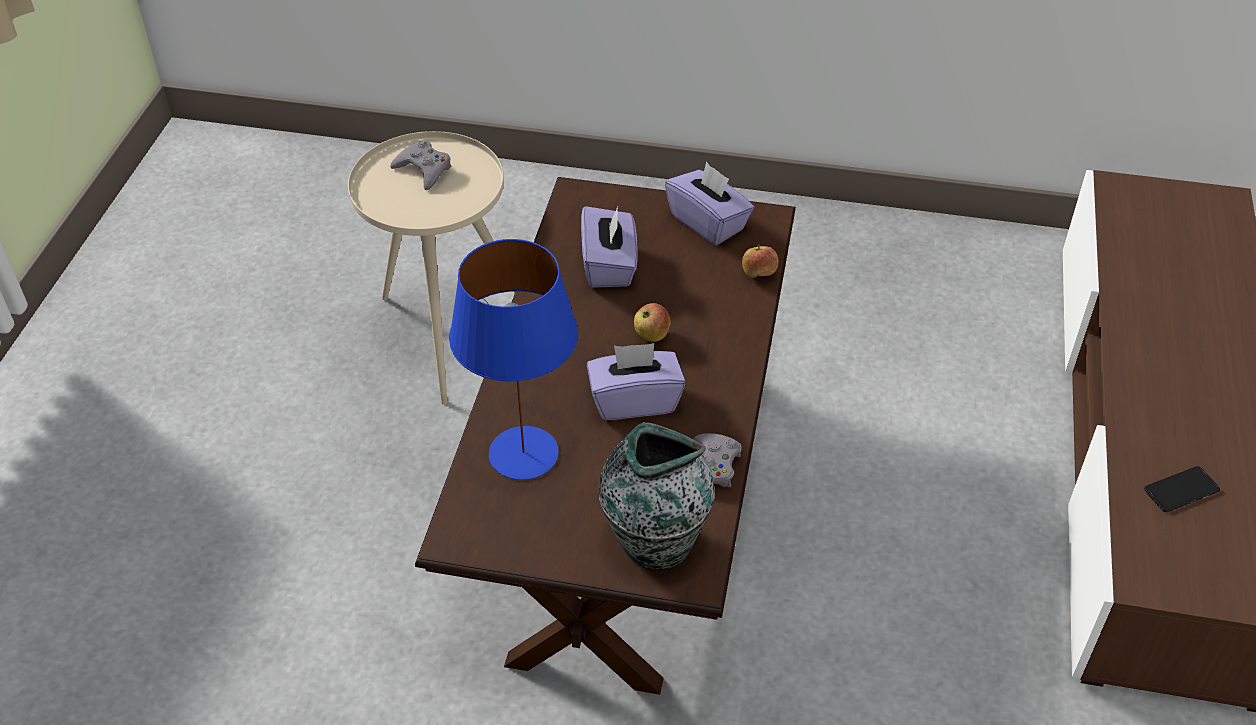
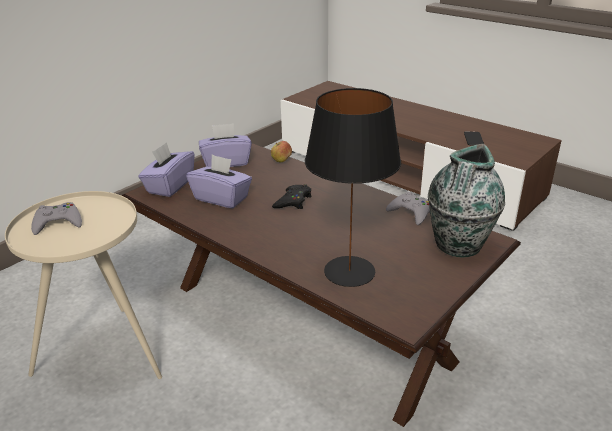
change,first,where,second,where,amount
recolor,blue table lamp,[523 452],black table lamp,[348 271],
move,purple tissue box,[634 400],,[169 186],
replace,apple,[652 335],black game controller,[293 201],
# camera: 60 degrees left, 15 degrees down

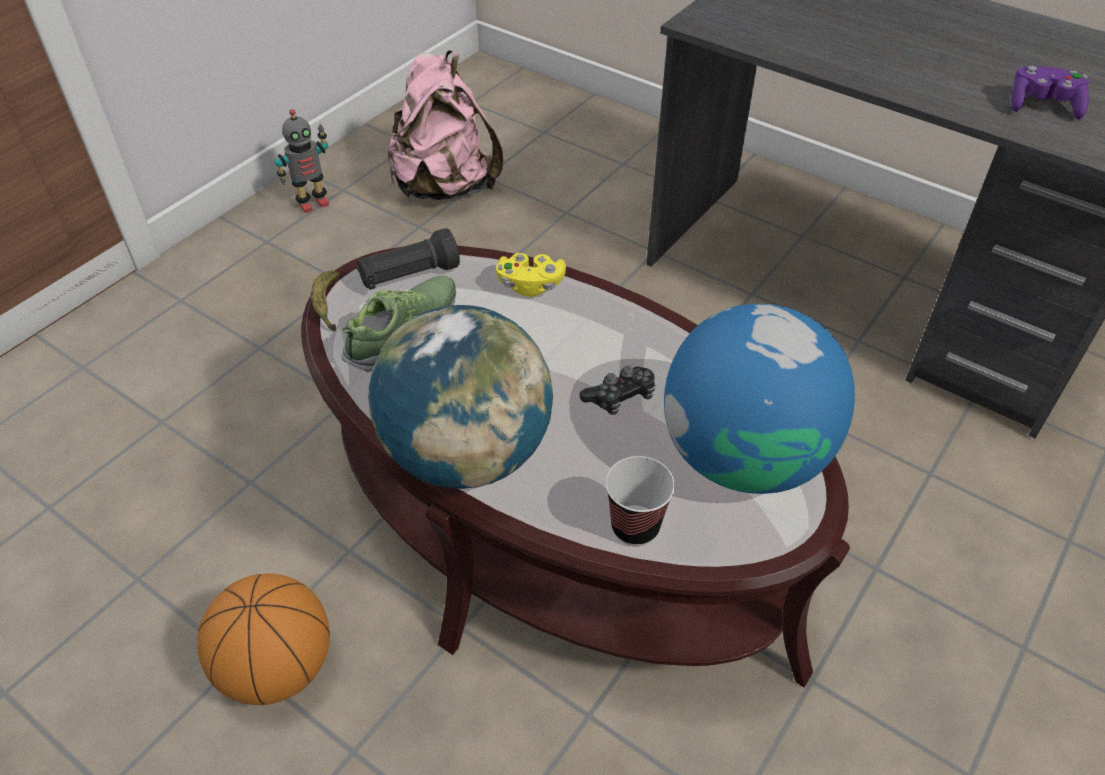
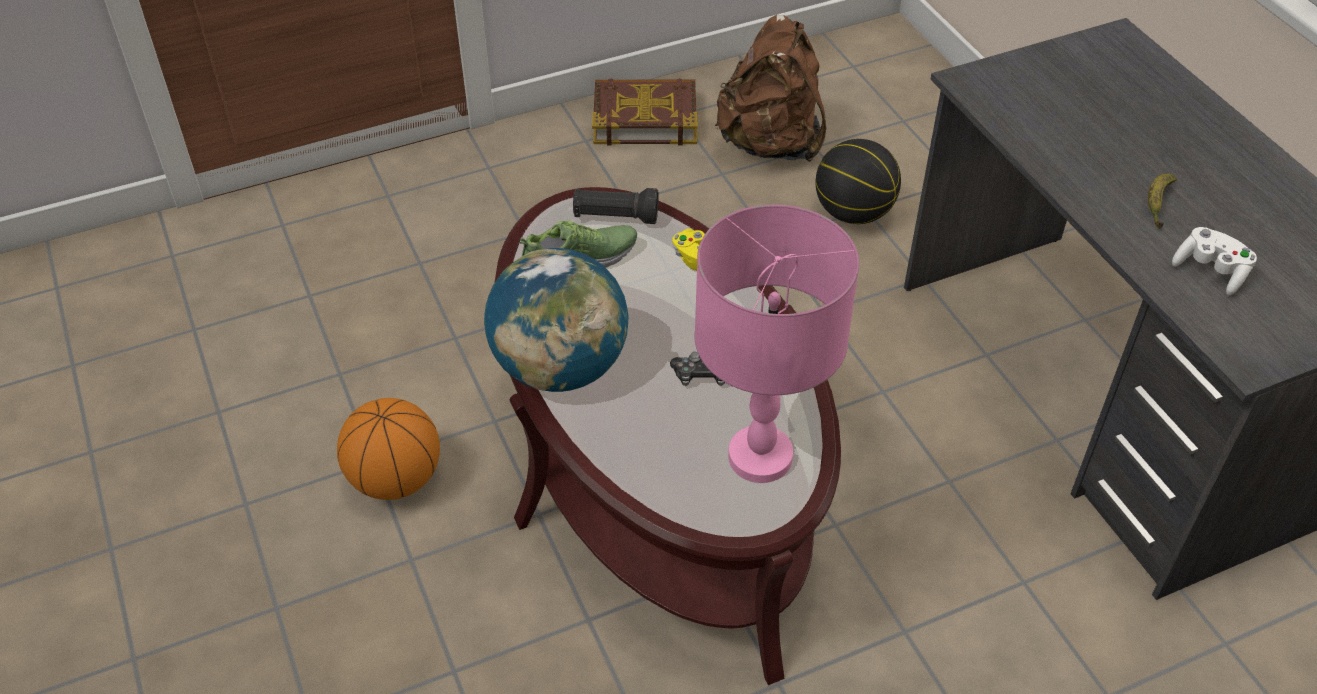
change,first,where,second,where,amount
replace,toy robot,[313 203],book,[645 118],
move,banana,[327 305],,[1157 204],
recolor,pink backpack,[445 186],brown backpack,[771 143],
delete,cup,[635 527],,,
replace,globe,[744 456],pink table lamp,[760 458],
recolor,purple game controller,[1042 106],white game controller,[1210 271],
insert,,,basketball,[853 212],
# camera: 30 degrees right, 0 degrees up

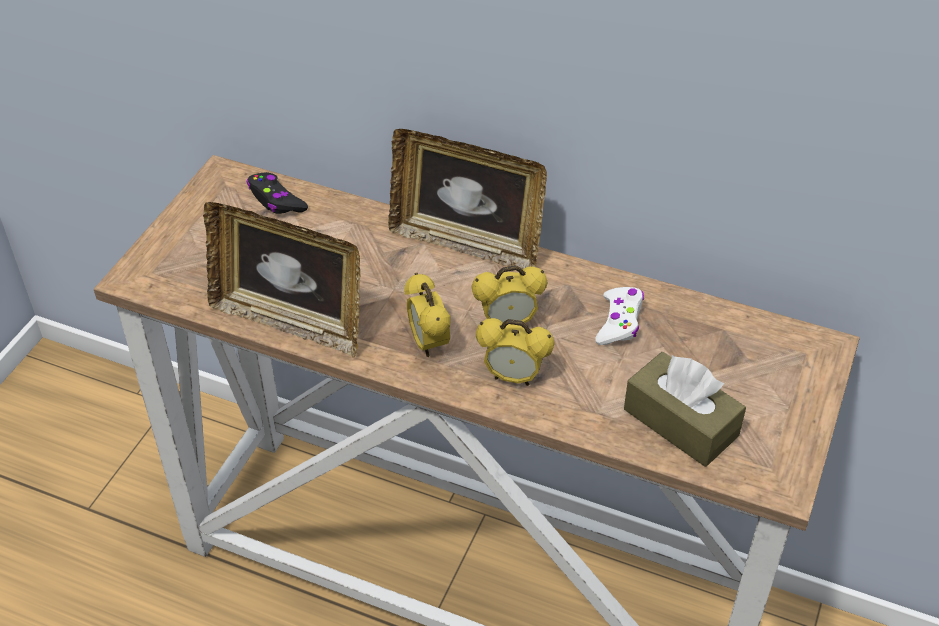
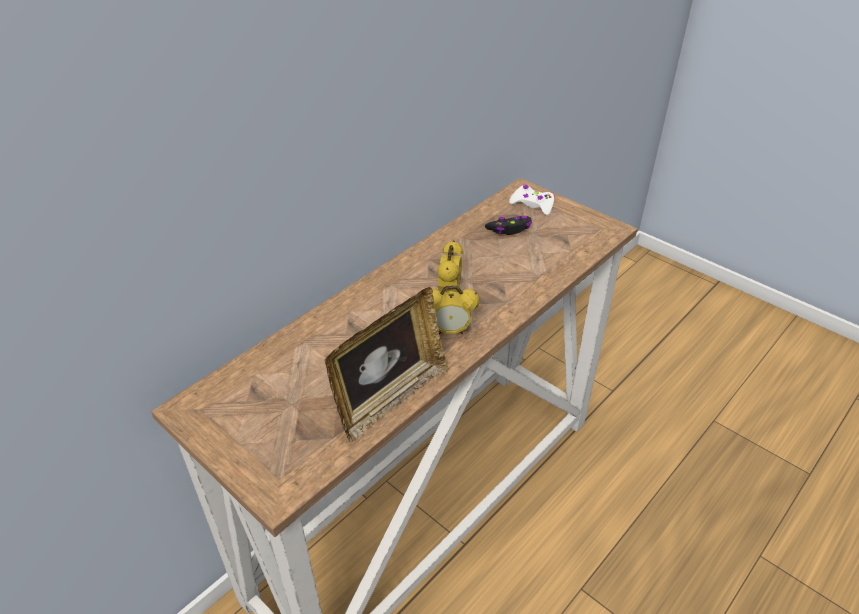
change,first,where,second,where,amount
move,black game controller,[276 200],,[509 229],
delete,picture frame,[466 243],,,
delete,alarm clock,[513 377],,,
move,white game controller,[619 322],,[532 205],
delete,brown tissue box,[680 422],,,
# camera: 70 degrees left, 5 degrees down

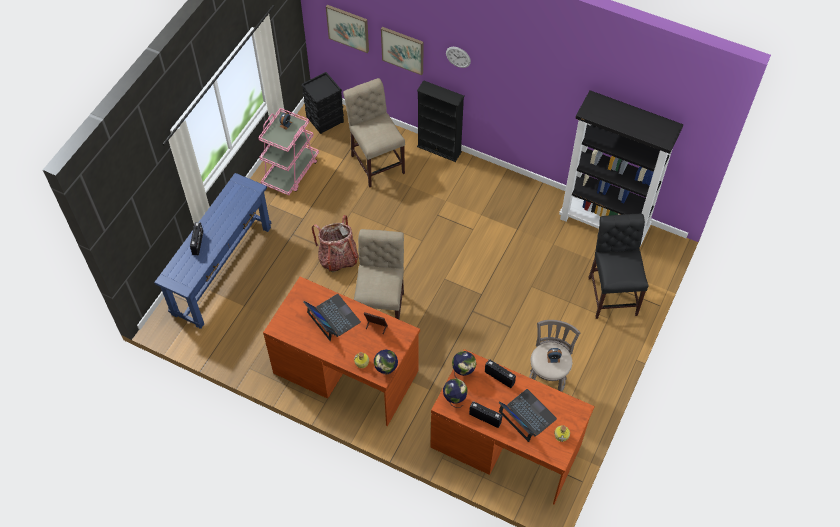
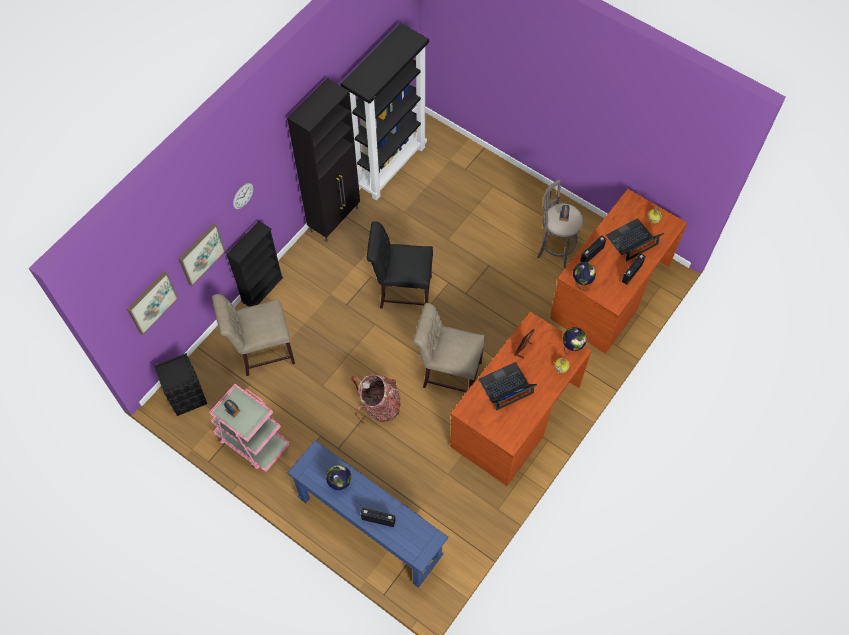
change,first,where,second,where,amount
move,globe,[454 399],,[340 483],
move,black chair,[612 293],,[402 291],
insert,,,black cabinet,[335 219],
# camera: 80 degrees left, 5 degrees up

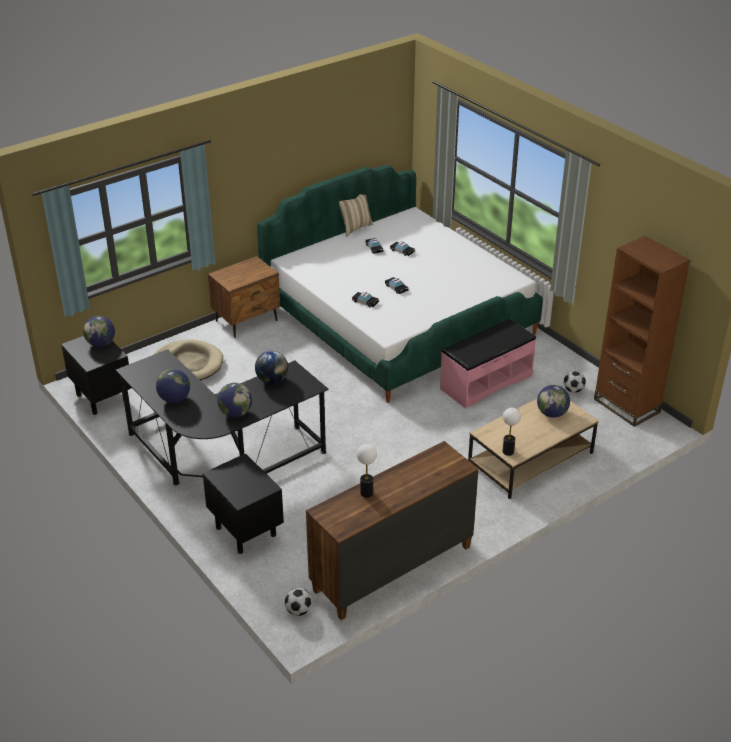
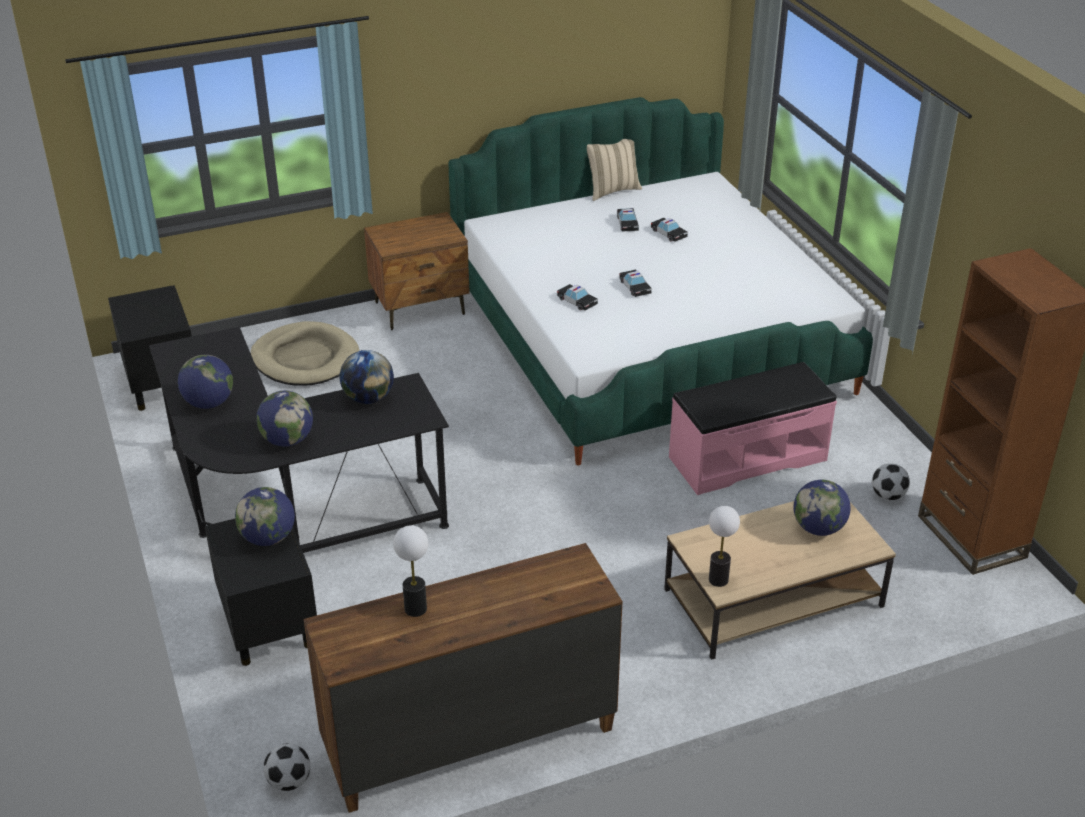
change,first,where,second,where,amount
move,globe,[101 344],,[268 538],
# camera: 15 degrees right, 0 degrees up

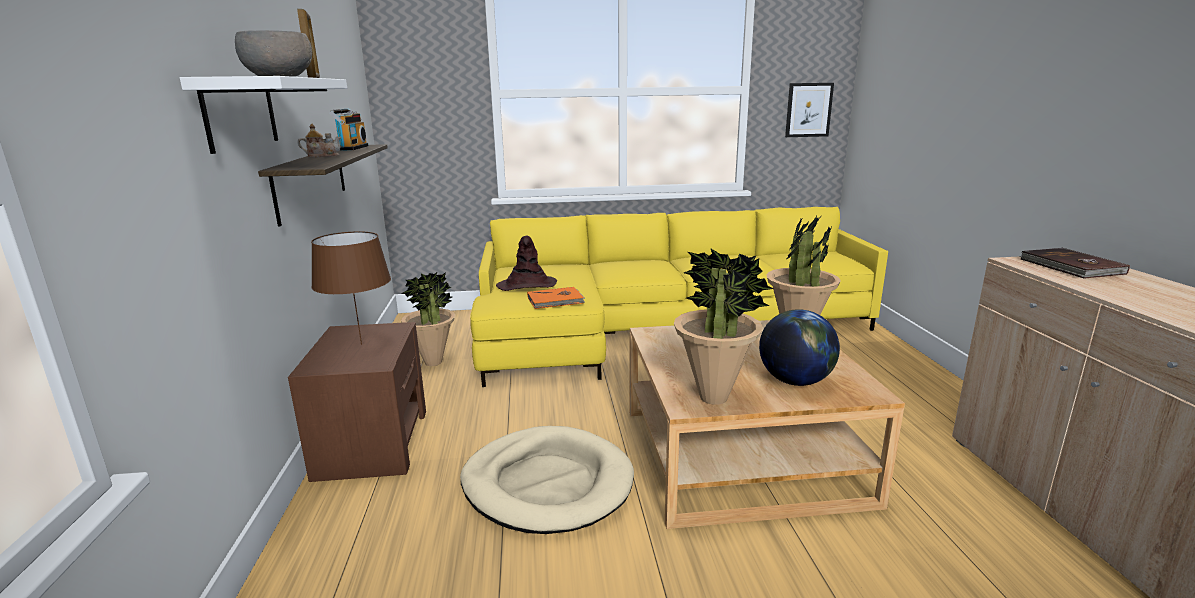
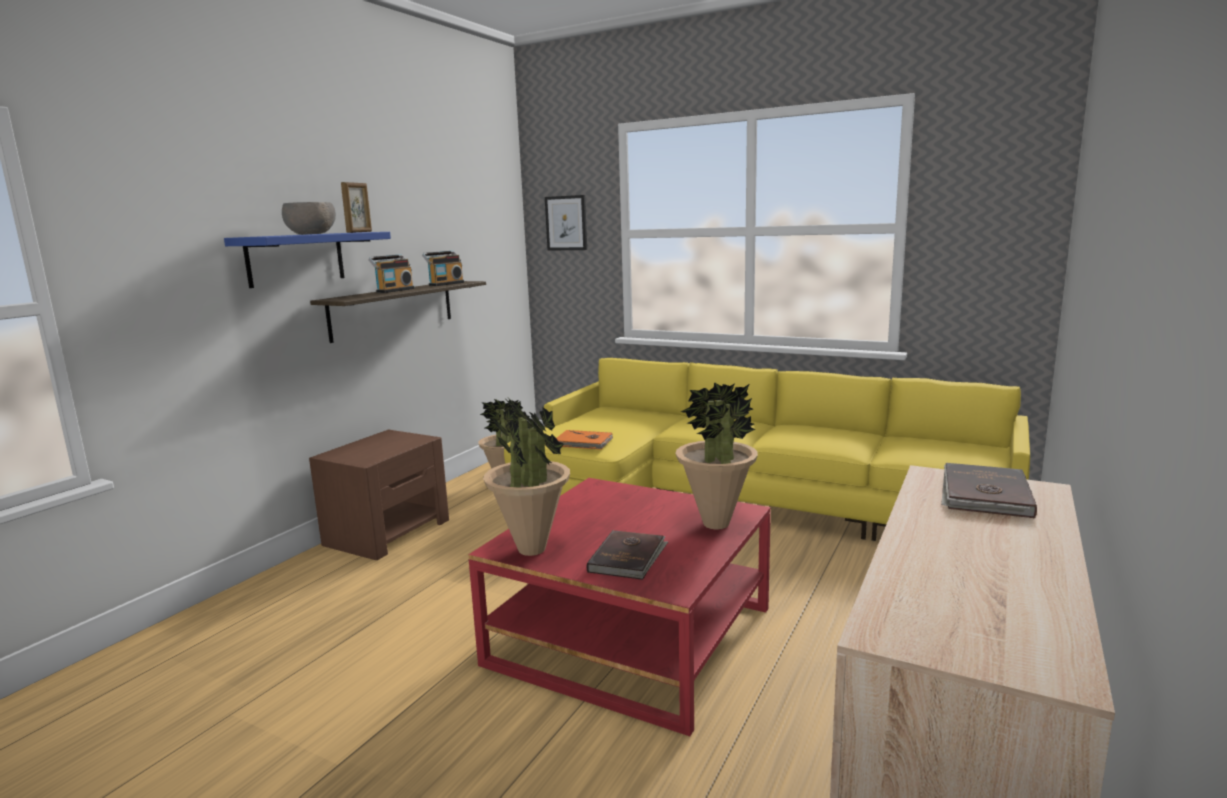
change,first,where,second,where,amount
recolor,white shelf,[240 113],blue shelf,[296 259],
replace,teapot,[322 156],radio,[394 290],
delete,brown table lamp,[361 344],,,
delete,beige dog bed,[547 484],,,
delete,brown hat,[527 285],,,
recolor,beige coffee table,[741 454],red coffee table,[631 635],
replace,globe,[795 381],brown book,[628 558],
move,picture,[808 110],,[566 223],
# camera: 35 degrees right, 5 degrees down

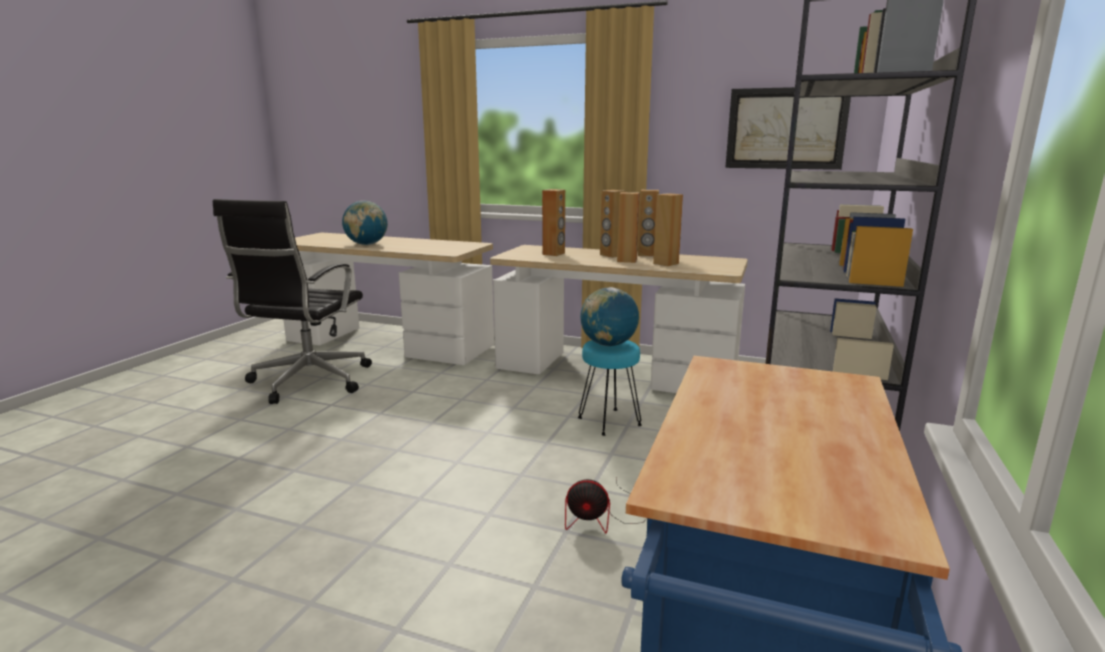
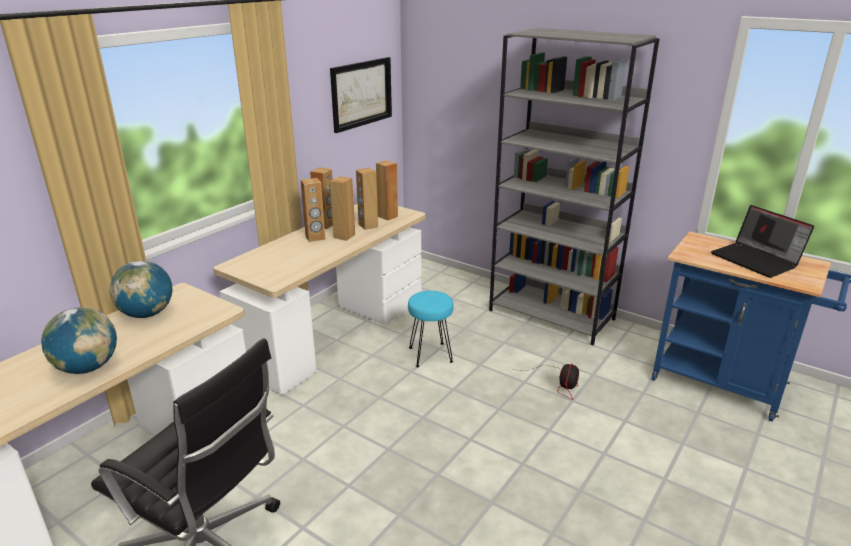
change,first,where,second,where,amount
move,brown speaker,[554 254],,[388 216],
move,globe,[608 345],,[147 314],
insert,,,laptop,[756 260],
# camera: 75 degrees left, 10 degrees up

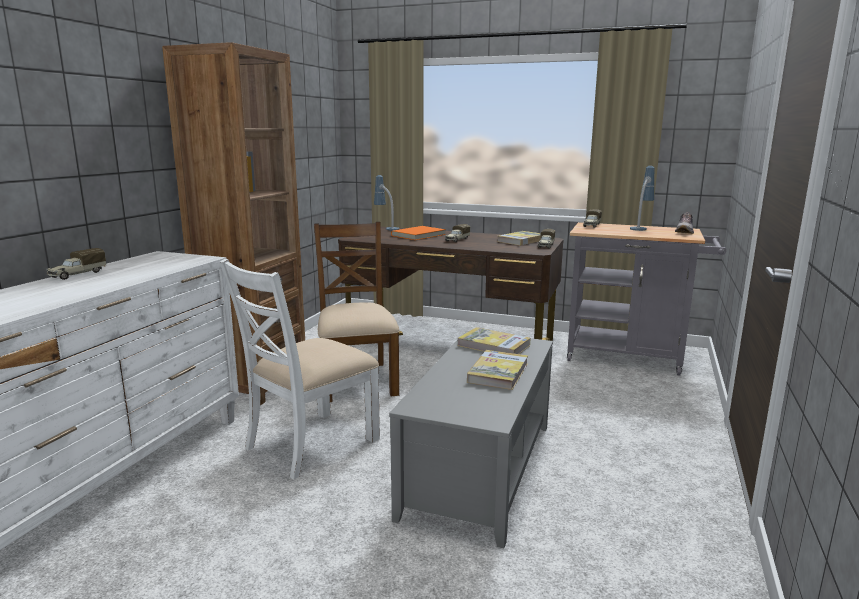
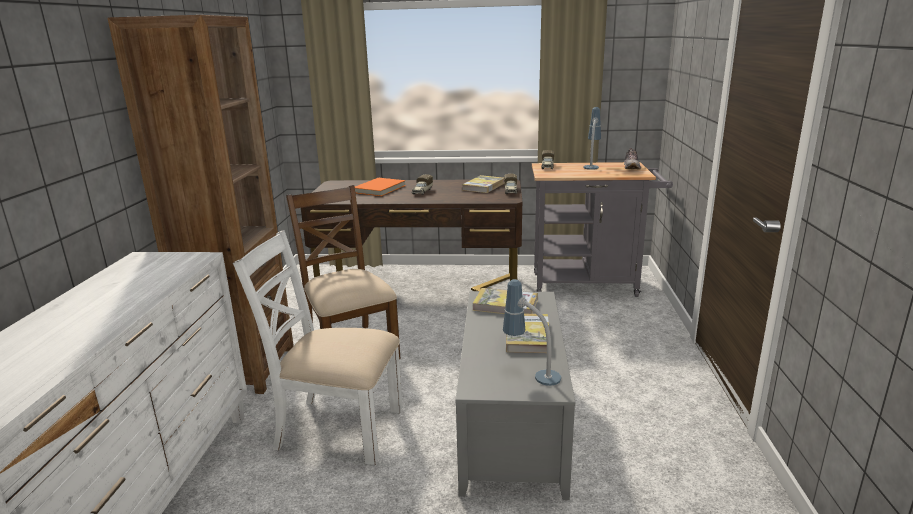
change,first,where,second,where,amount
delete,toy truck,[77 274],,,
rotate,white chair,[310 443],,[338 428],75 degrees clockwise
move,table lamp,[386 228],,[531 373],
# camera: 15 degrees left, 5 degrees up

